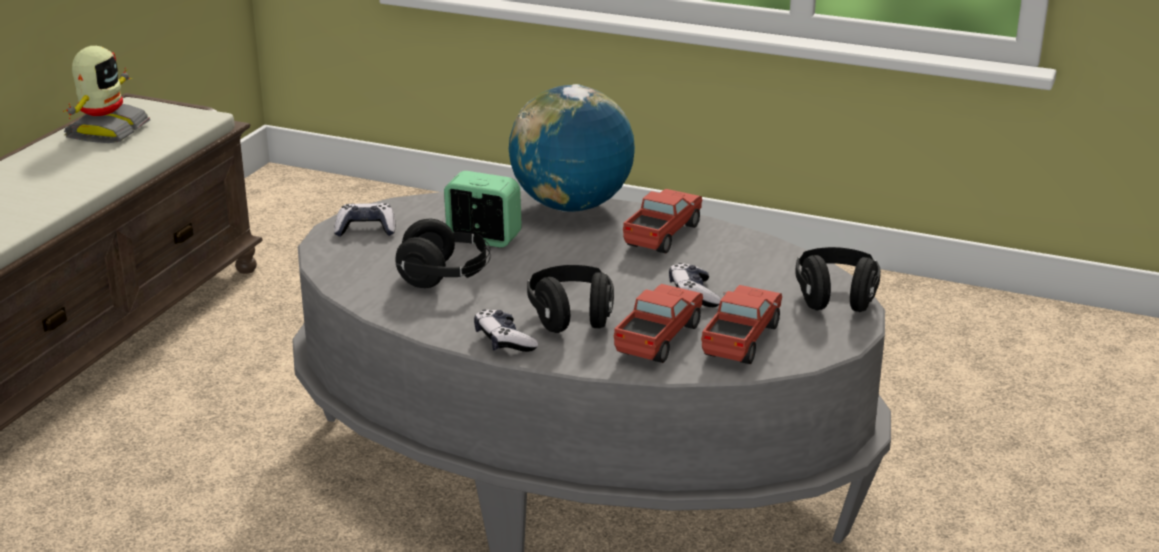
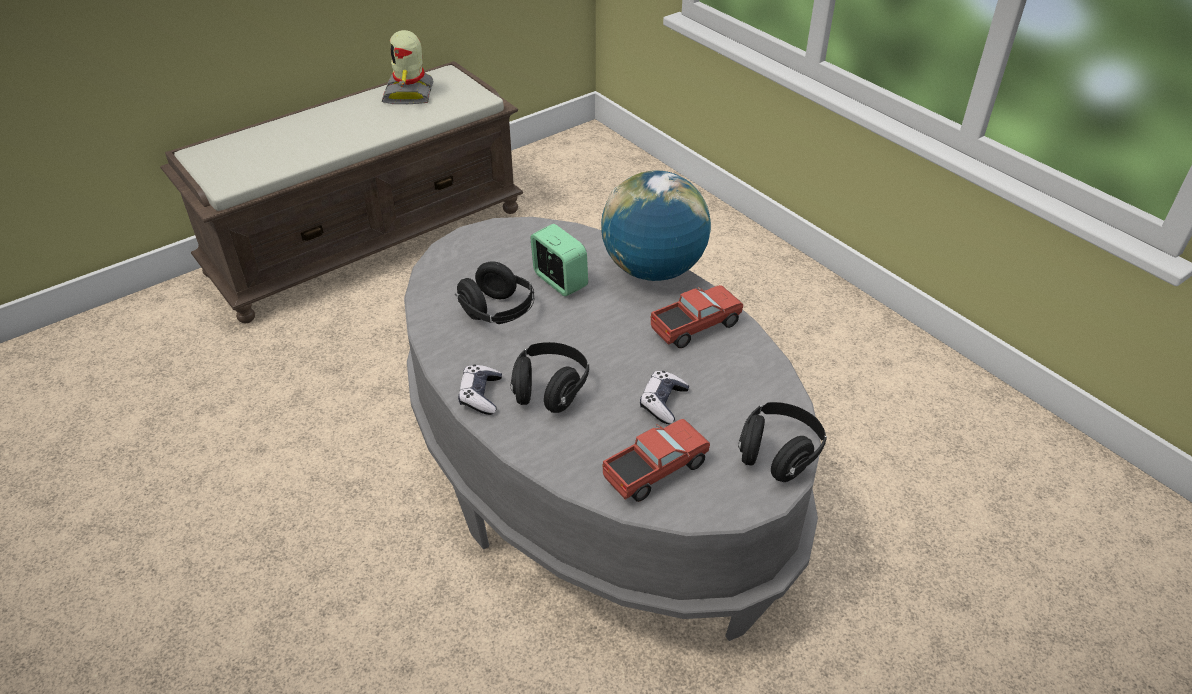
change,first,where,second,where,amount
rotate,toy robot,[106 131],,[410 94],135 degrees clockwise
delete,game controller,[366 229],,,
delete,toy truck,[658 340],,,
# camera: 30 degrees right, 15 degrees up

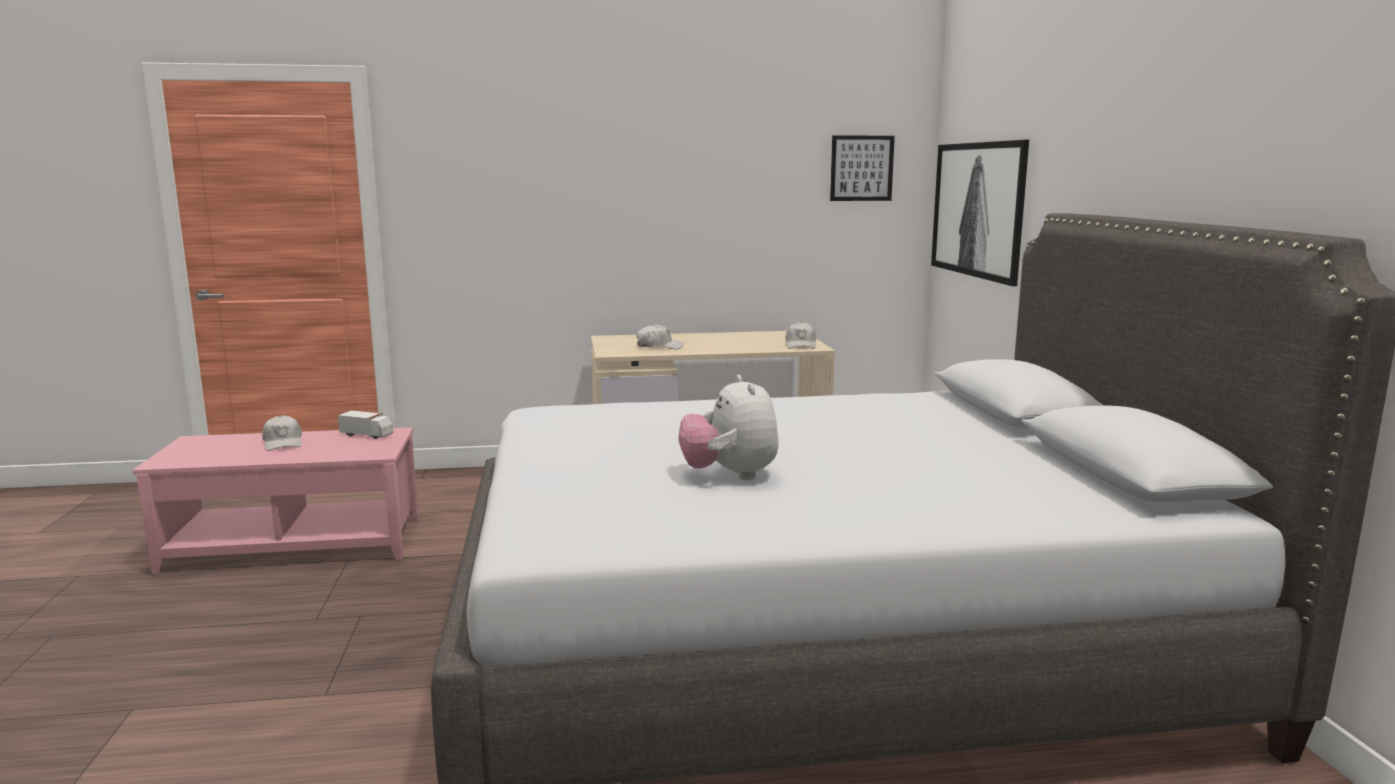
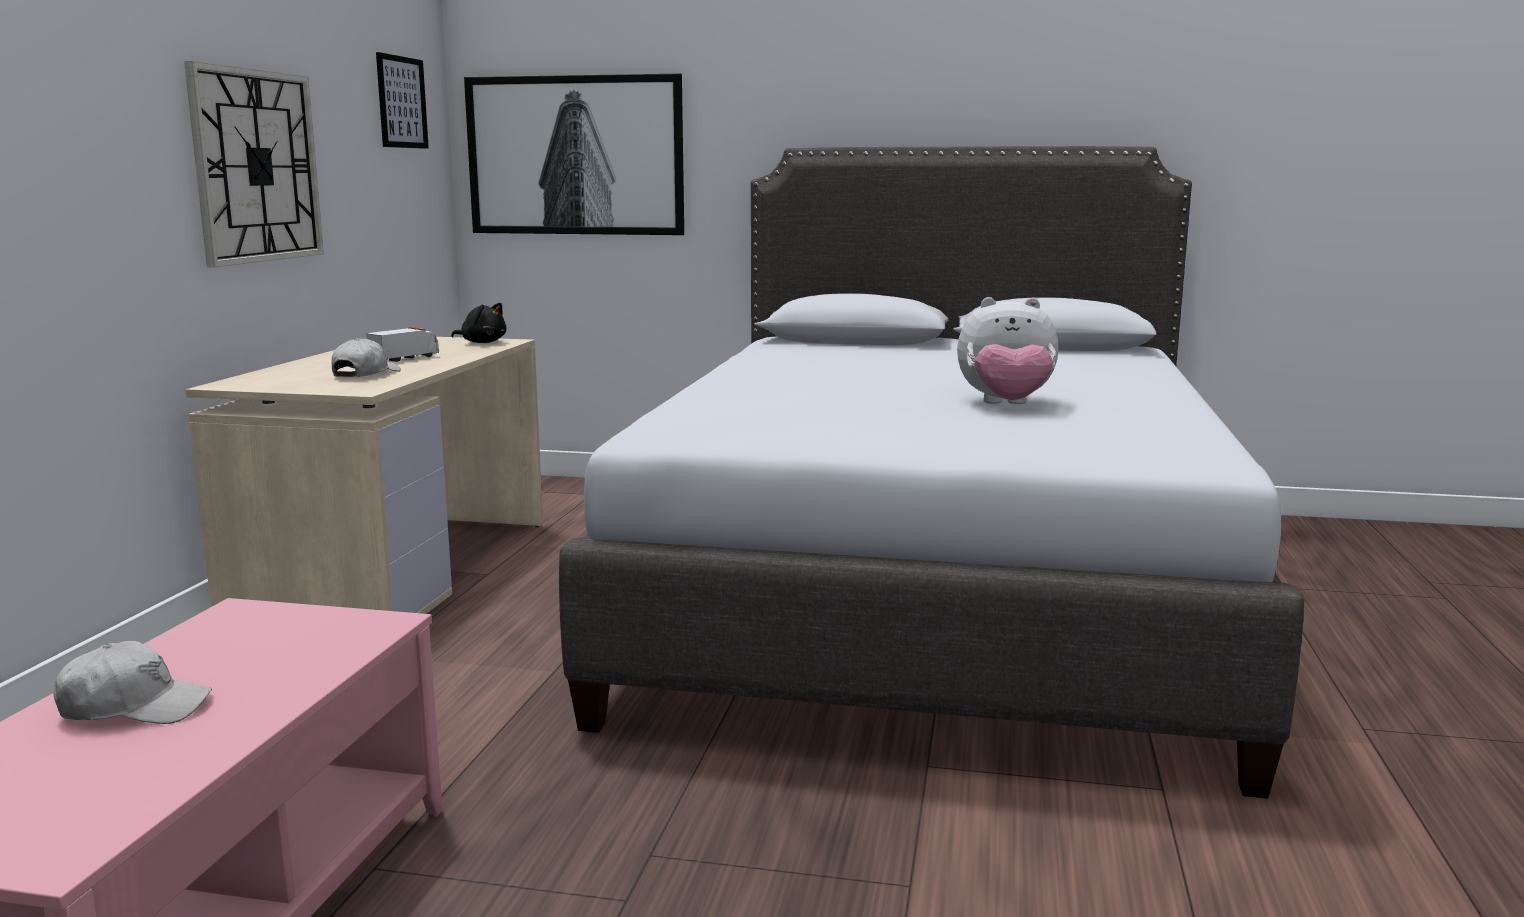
change,first,where,second,where,amount
move,toy truck,[367 435],,[405 358],
replace,white cap,[801 345],black plush toy,[482 342],
insert,,,wall clock,[256 166],
# camera: 70 degrees left, 0 degrees up

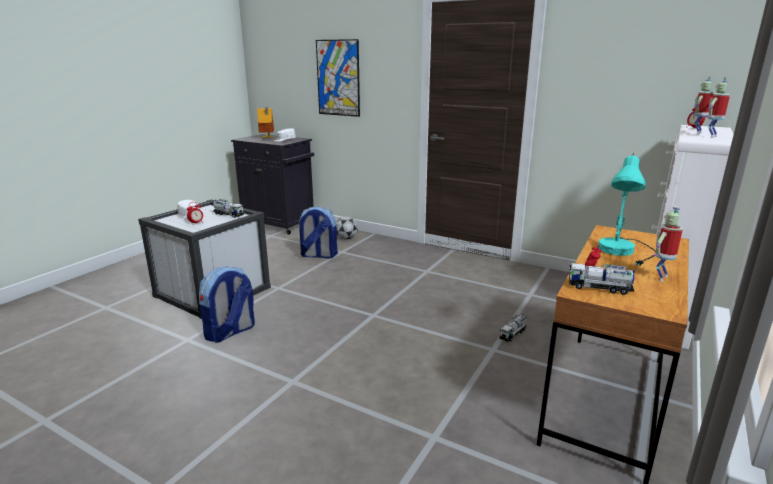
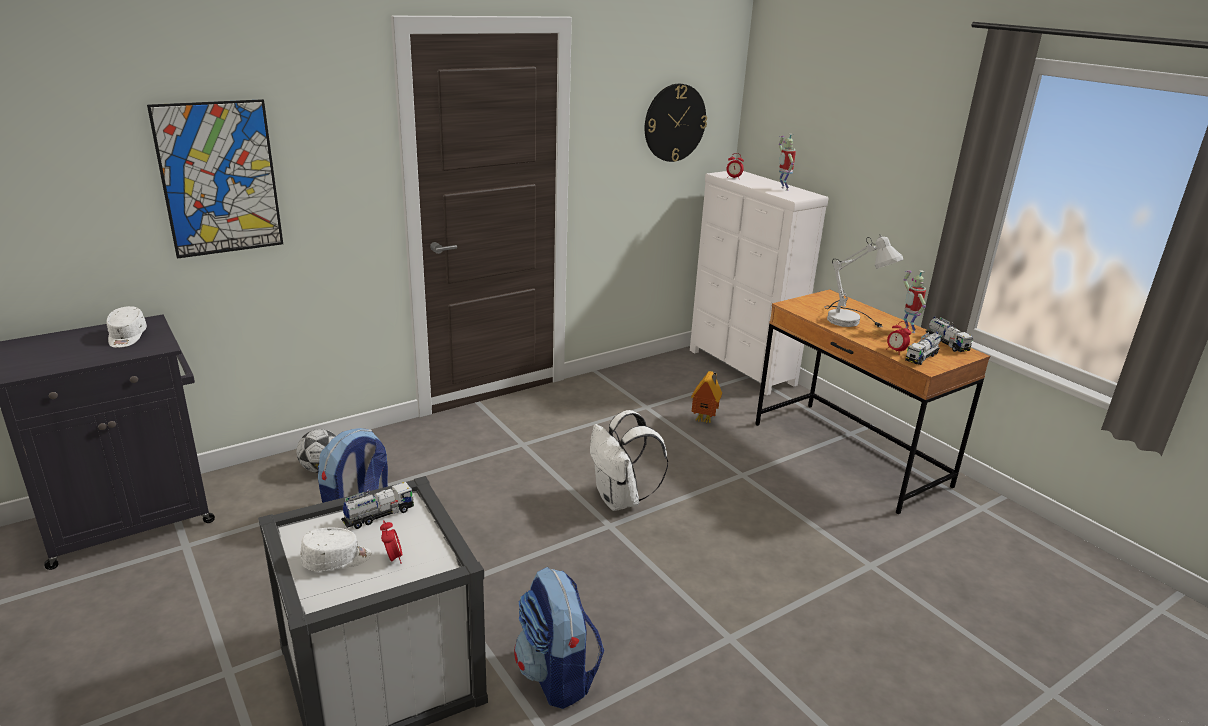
change,first,where,second,where,amount
move,toy house,[267 138],,[705 419],
move,toy truck,[513 334],,[946 343],
recolor,turquoise table lamp,[625 254],white table lamp,[853 321],
delete,toy robot,[697 133],,,
insert,,,white backpack,[620 500],
insert,,,wall clock,[674 123],
# camera: 65 degrees left, 5 degrees up

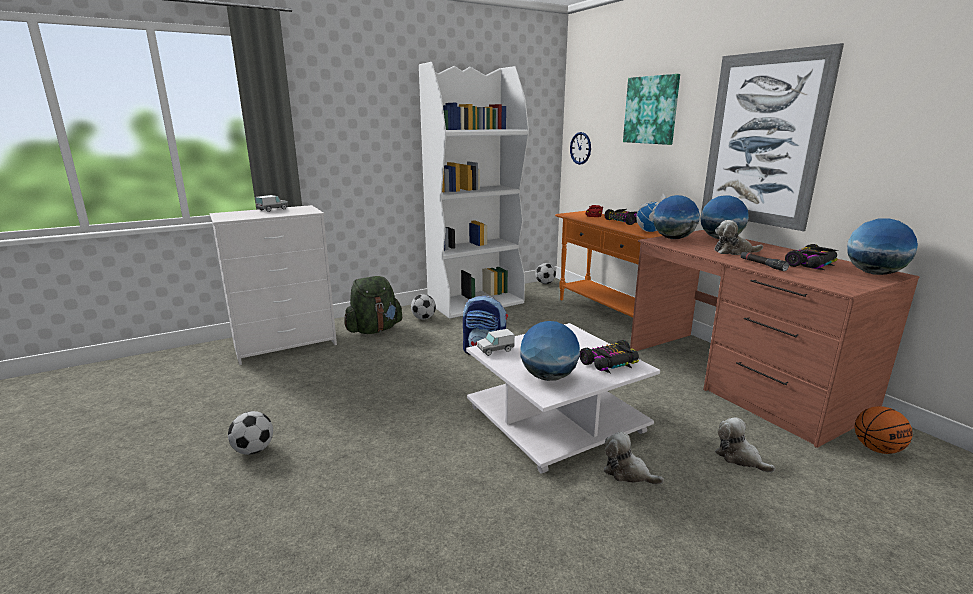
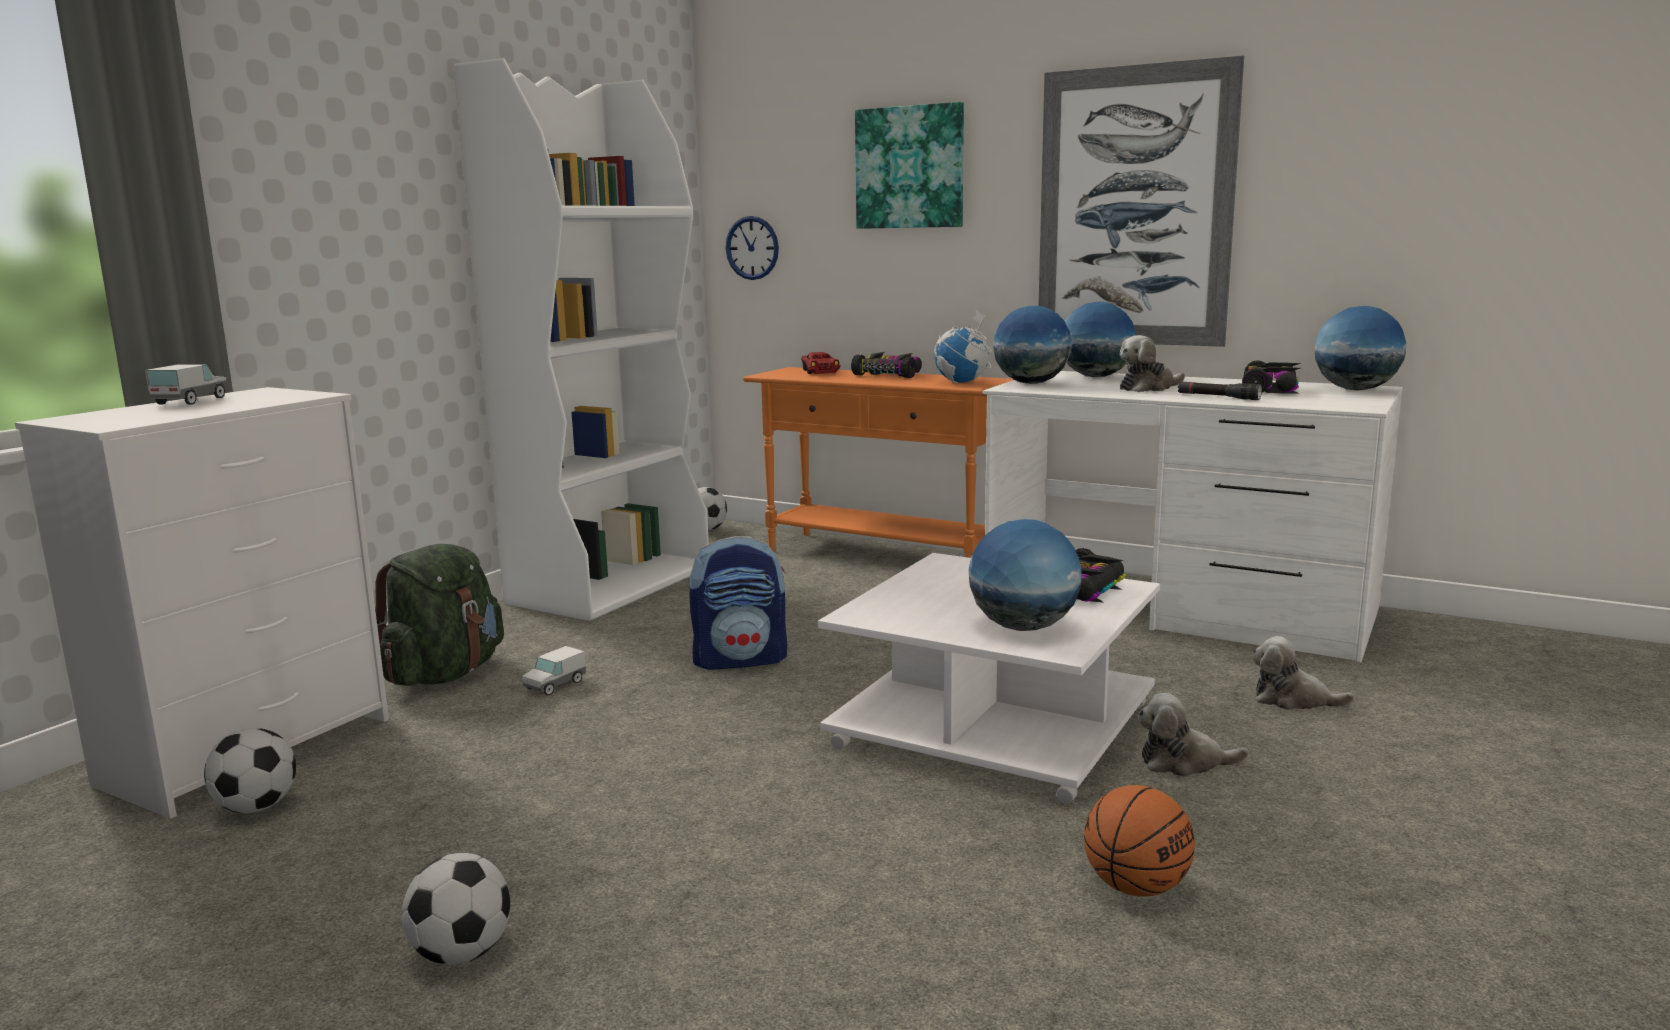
change,first,where,second,where,amount
move,football,[424 318],,[257 807],
move,toy truck,[495 350],,[555 685],
recolor,brown desk,[739 380],white desk,[1179 606],
move,basketball,[876 449],,[1135 887],
# camera: 30 degrees left, 5 degrees down

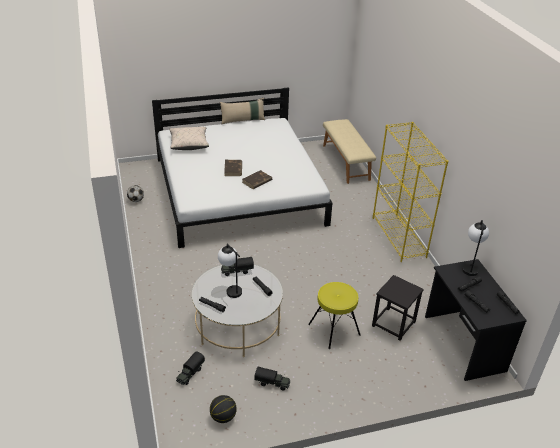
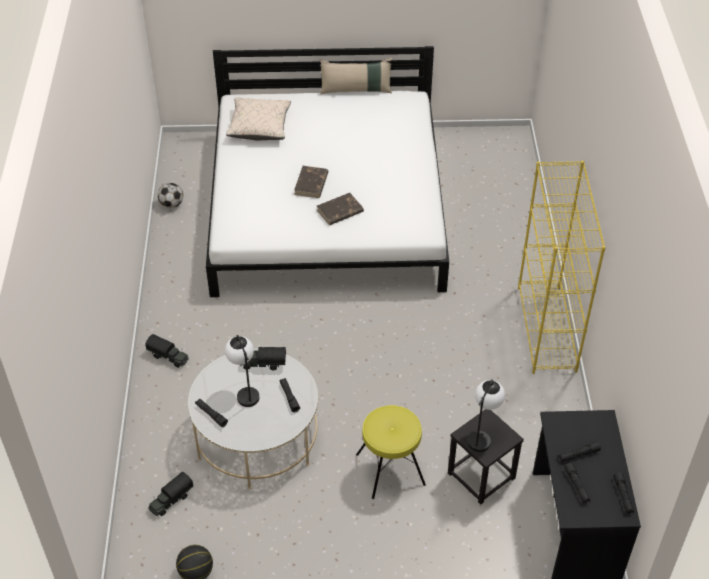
change,first,where,second,where,amount
move,toy truck,[272 383],,[168 357],
delete,beige bench,[346 162],,,
move,table lamp,[470 266],,[482 435],
# camera: 15 degrees right, 10 degrees up

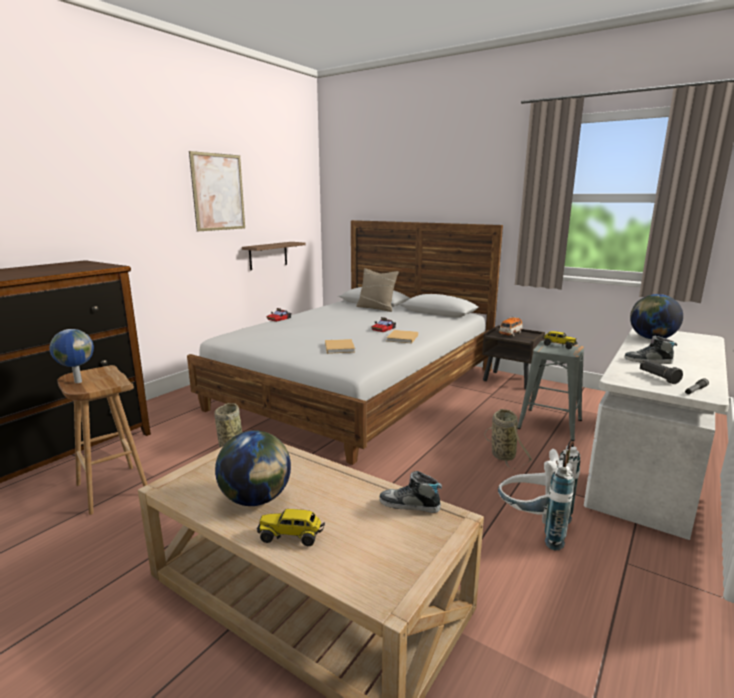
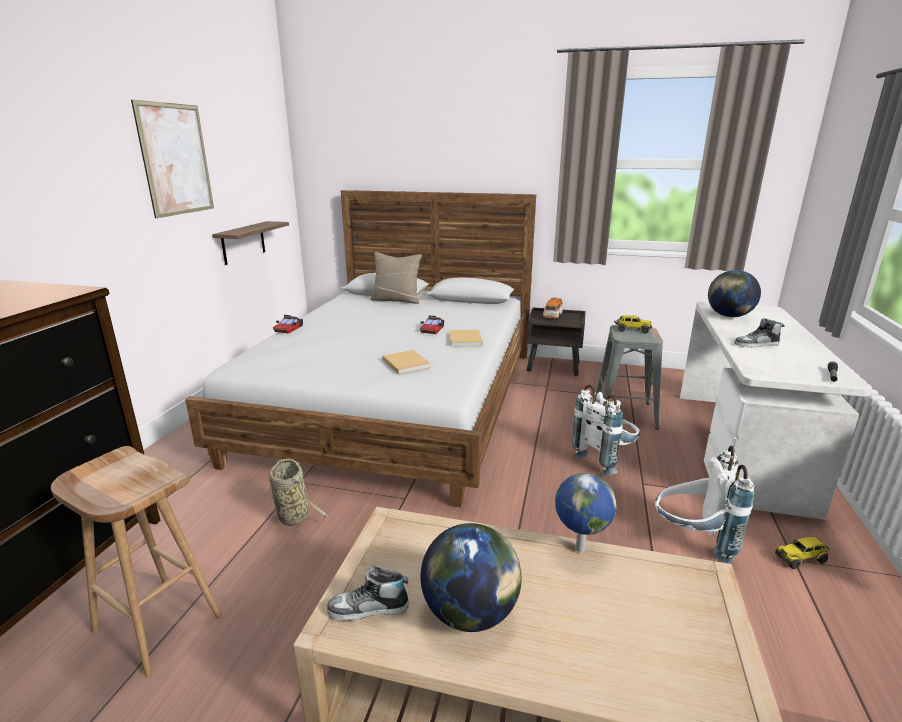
change,first,where,second,where,amount
move,globe,[77 382],,[578 549],
move,toy truck,[291 536],,[800 559],
move,shoe,[409 505],,[368 609],
replace,basket,[502 454],white backpack,[605 459],
delete,black flashlight,[658 377],,,
# camera: 20 degrees left, 5 degrees up

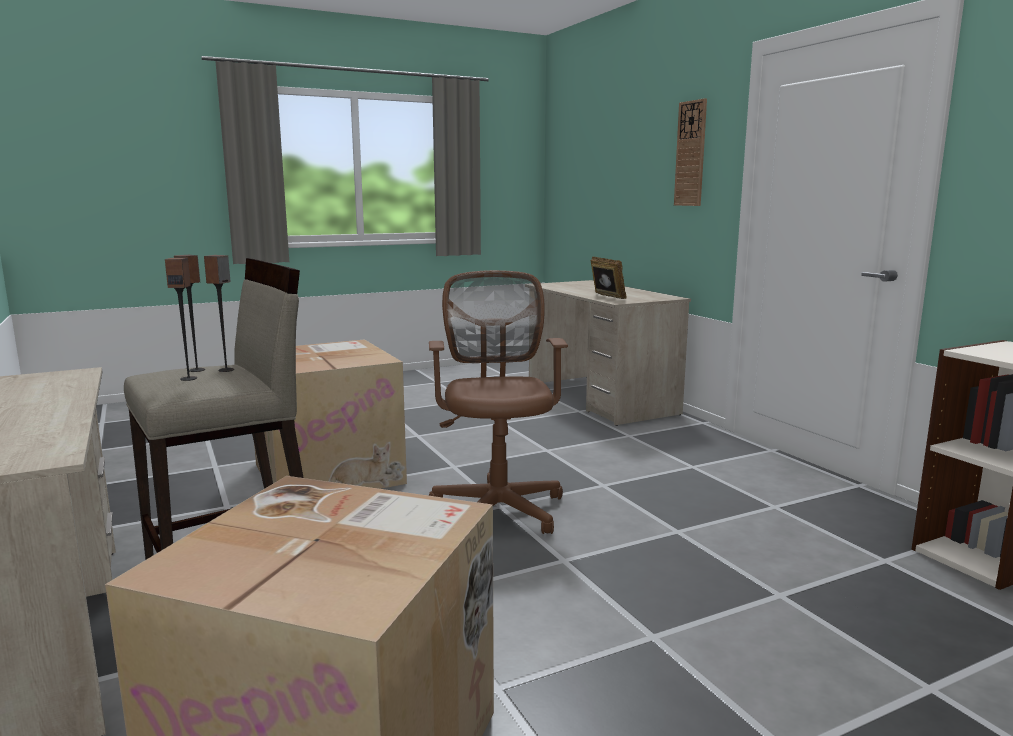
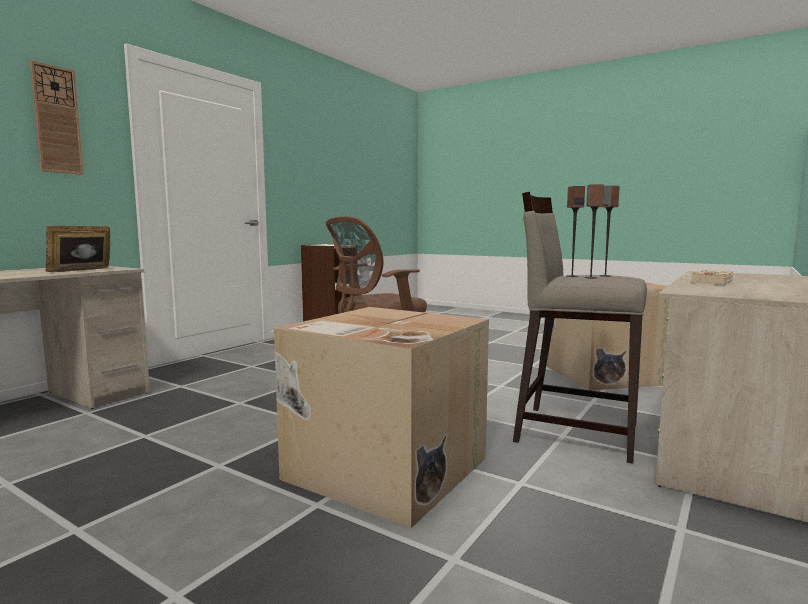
change,first,where,second,where,amount
insert,,,beige book,[710 282],
# camera: 120 degrees left, 5 degrees down

